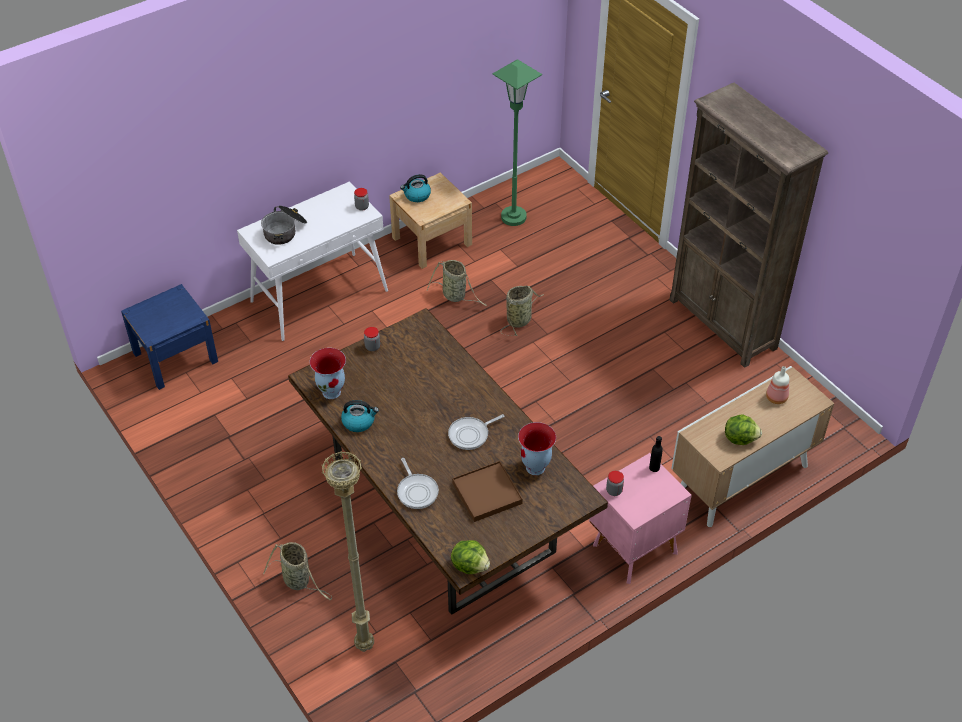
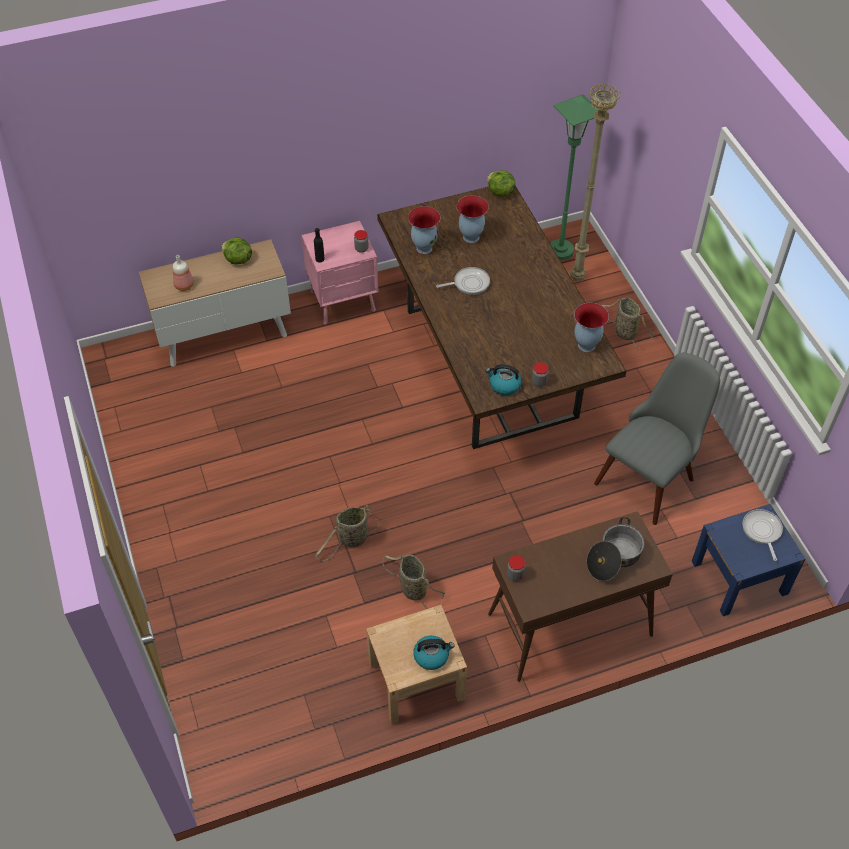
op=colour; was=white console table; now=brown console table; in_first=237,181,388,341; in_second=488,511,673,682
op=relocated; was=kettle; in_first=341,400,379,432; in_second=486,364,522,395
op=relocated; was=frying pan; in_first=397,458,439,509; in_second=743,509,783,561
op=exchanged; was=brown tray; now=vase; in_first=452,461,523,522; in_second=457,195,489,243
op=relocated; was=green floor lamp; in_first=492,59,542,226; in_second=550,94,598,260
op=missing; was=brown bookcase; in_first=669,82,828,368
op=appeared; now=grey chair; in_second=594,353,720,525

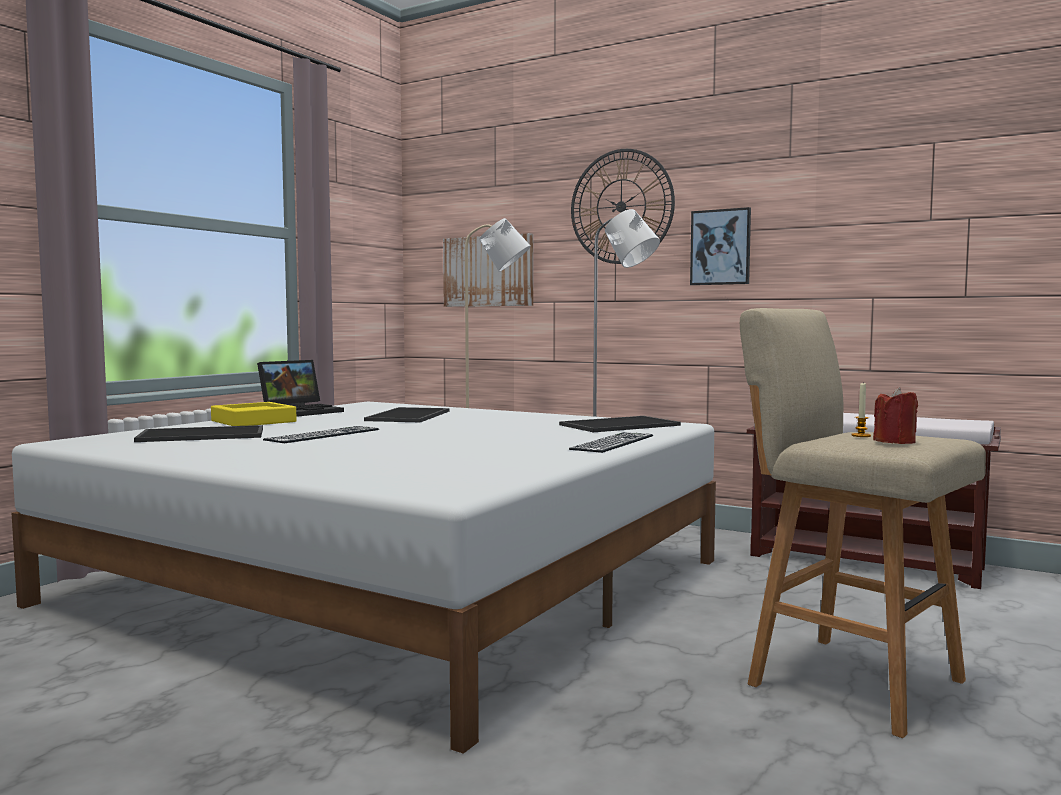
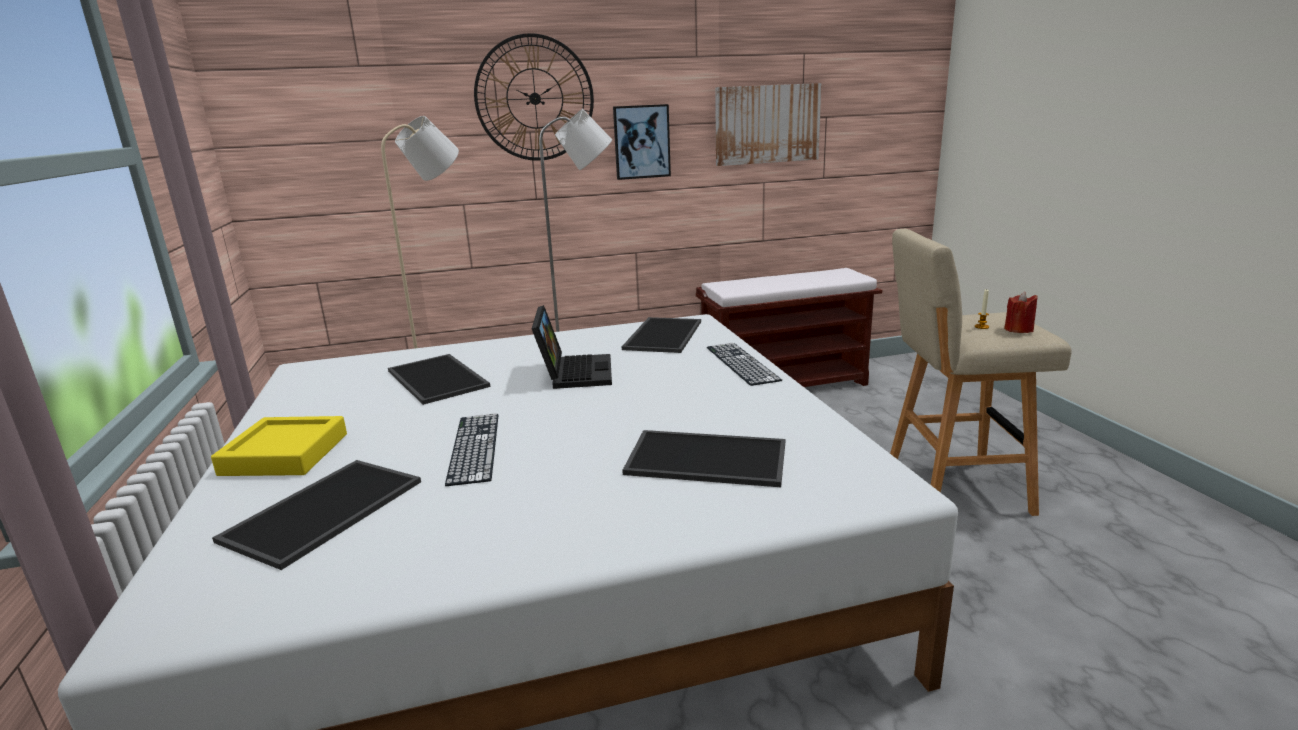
op=relocated; was=laptop; in_first=257,360,344,417; in_second=532,305,612,389
op=relocated; was=picture; in_first=443,233,533,307; in_second=715,83,822,166
op=appeared; now=tray; in_second=622,430,785,487

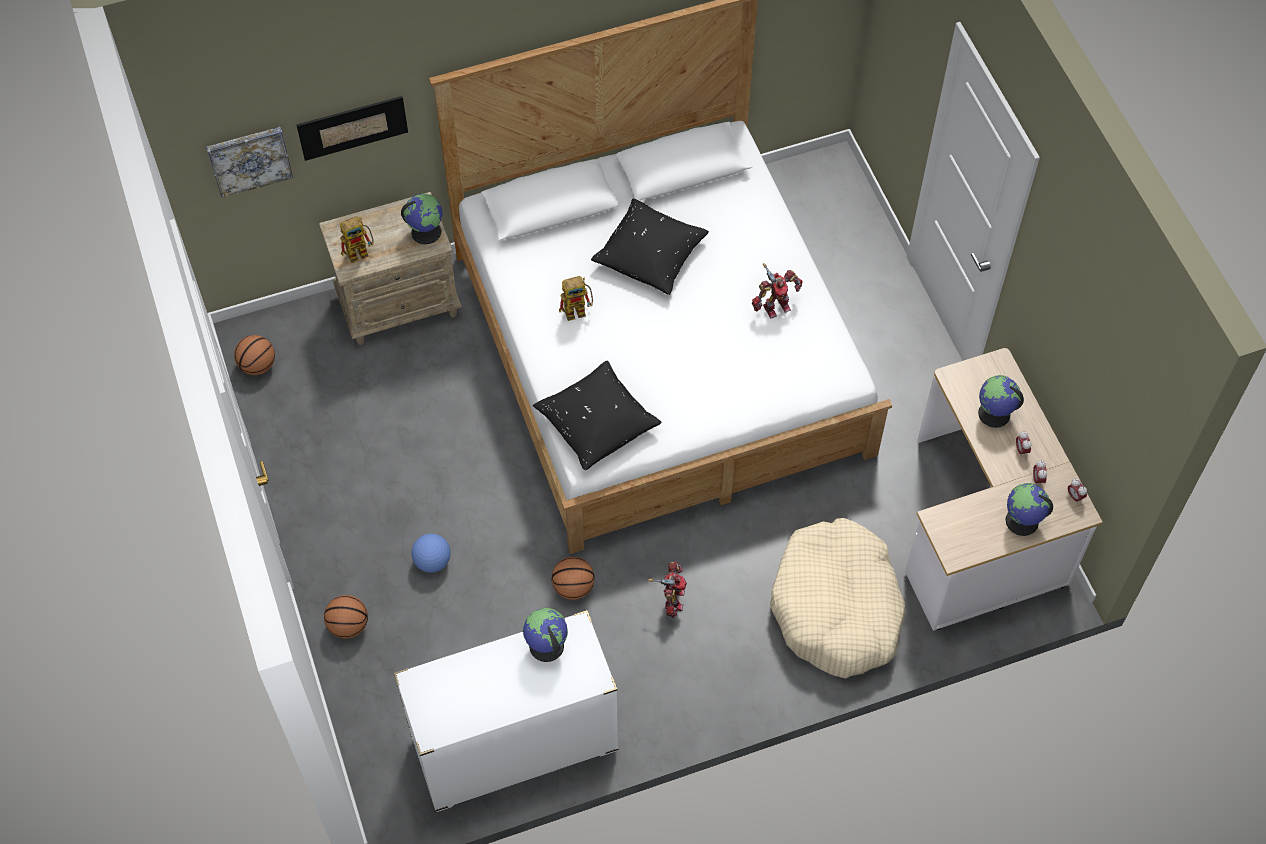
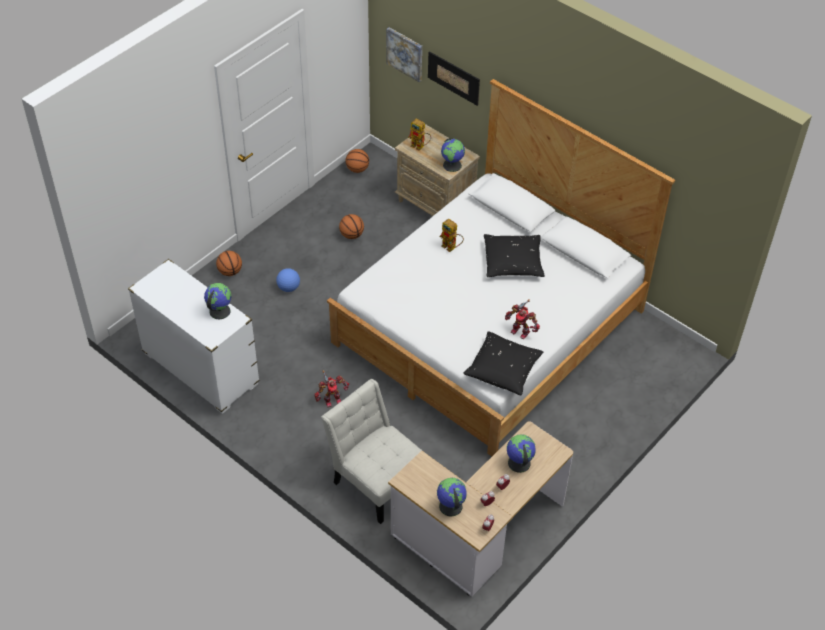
op=relocated; was=black pillow; in_first=533,360,661,470; in_second=463,331,543,395
op=relocated; was=basketball; in_first=551,557,595,600; in_second=339,214,364,239
op=exchanged; was=beige dog bed; now=white chair; in_first=770,518,906,679; in_second=321,379,424,524

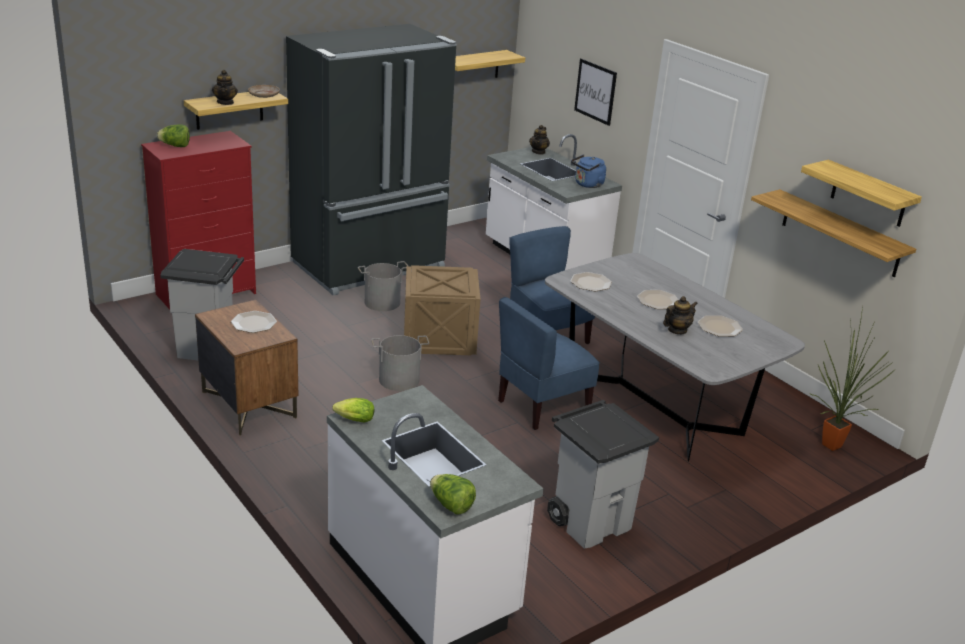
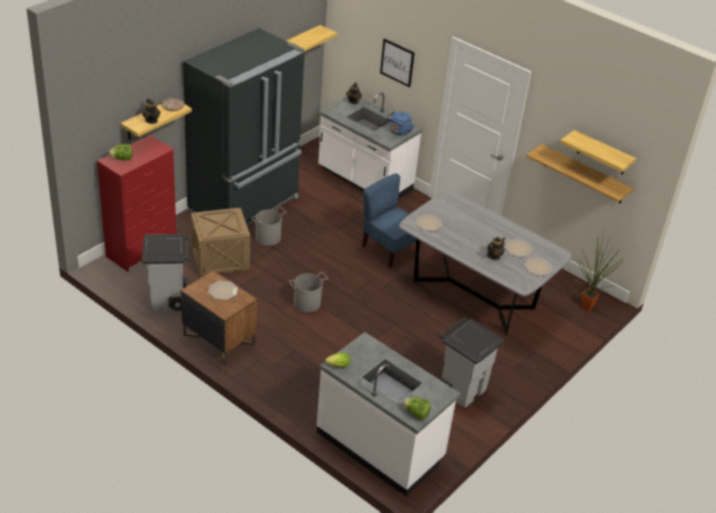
op=relocated; was=crate; in_first=404,265,480,355; in_second=191,208,250,276
op=missing; was=blue chair; in_first=498,297,600,430
op=relocated; was=plate; in_first=637,290,678,309; in_second=524,257,553,276

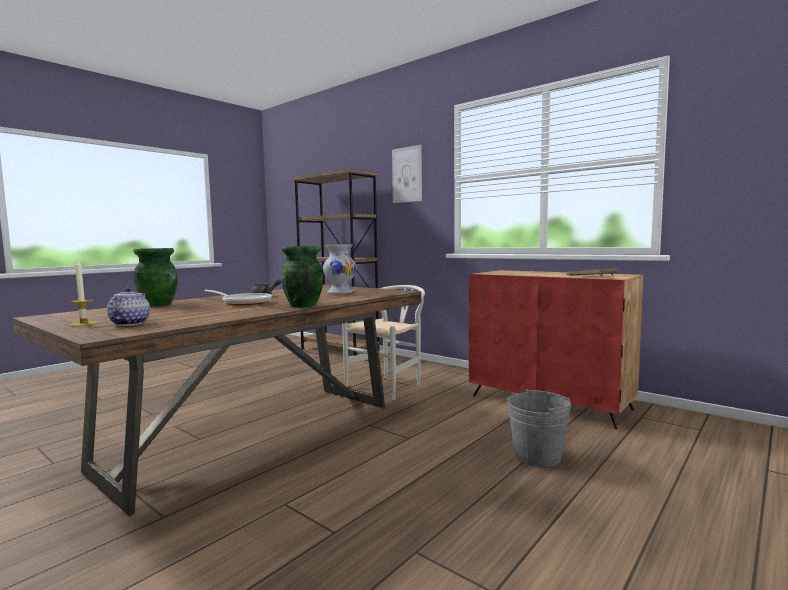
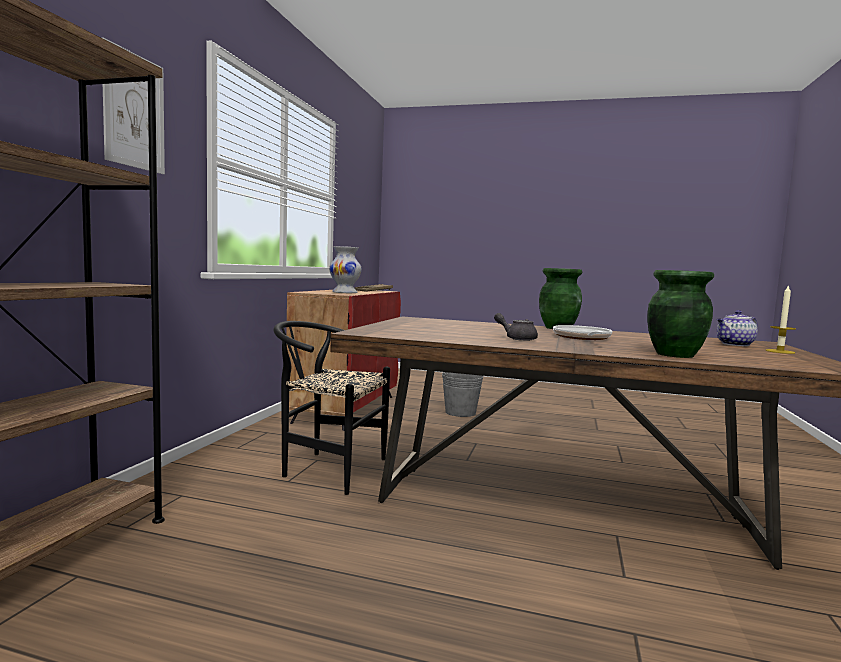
op=relocated; was=white vase; in_first=323,244,357,294; in_second=329,246,362,293
op=colour; was=white chair; now=black chair; in_first=342,285,425,400; in_second=274,321,390,495

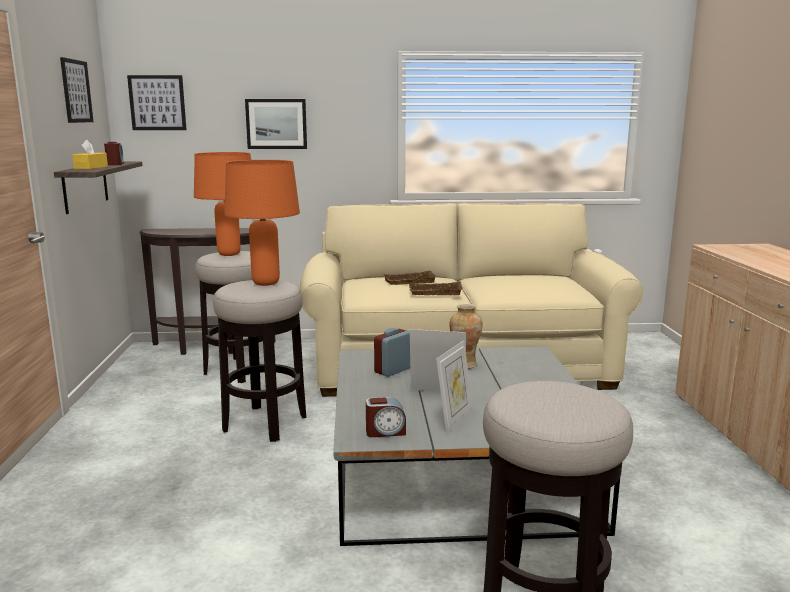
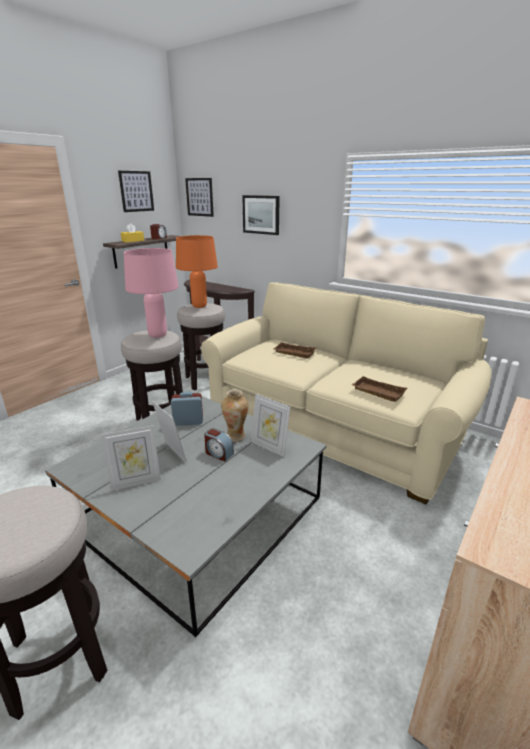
op=colour; was=orange table lamp; now=pink table lamp; in_first=224,160,300,286; in_second=124,248,179,338
op=relocated; was=alarm clock; in_first=366,397,406,437; in_second=204,428,234,462
op=relocated; was=brown tray; in_first=409,282,463,295; in_second=352,376,407,402
op=appeared; now=picture frame; in_second=251,394,290,457

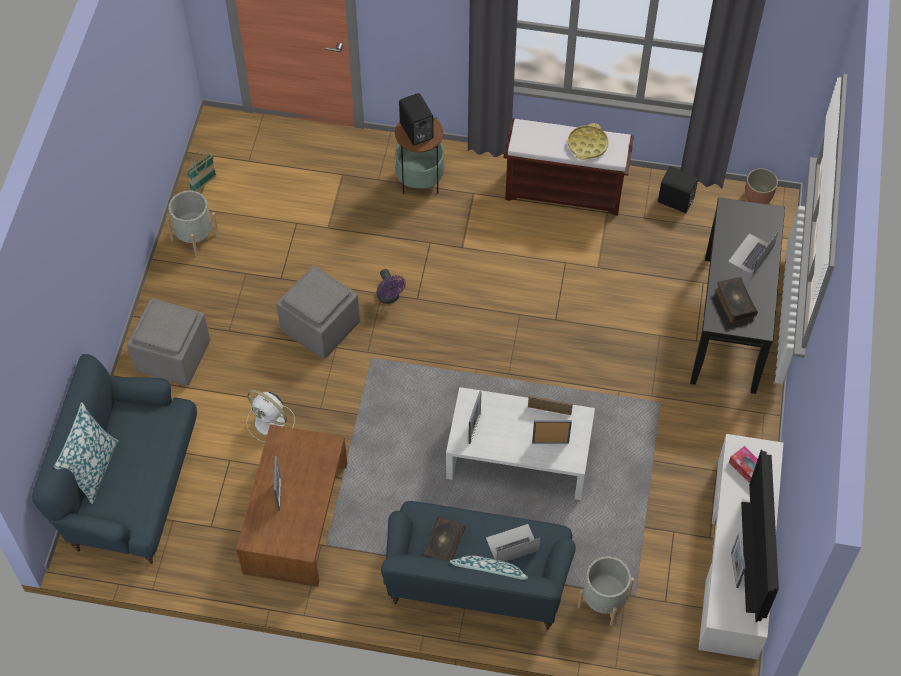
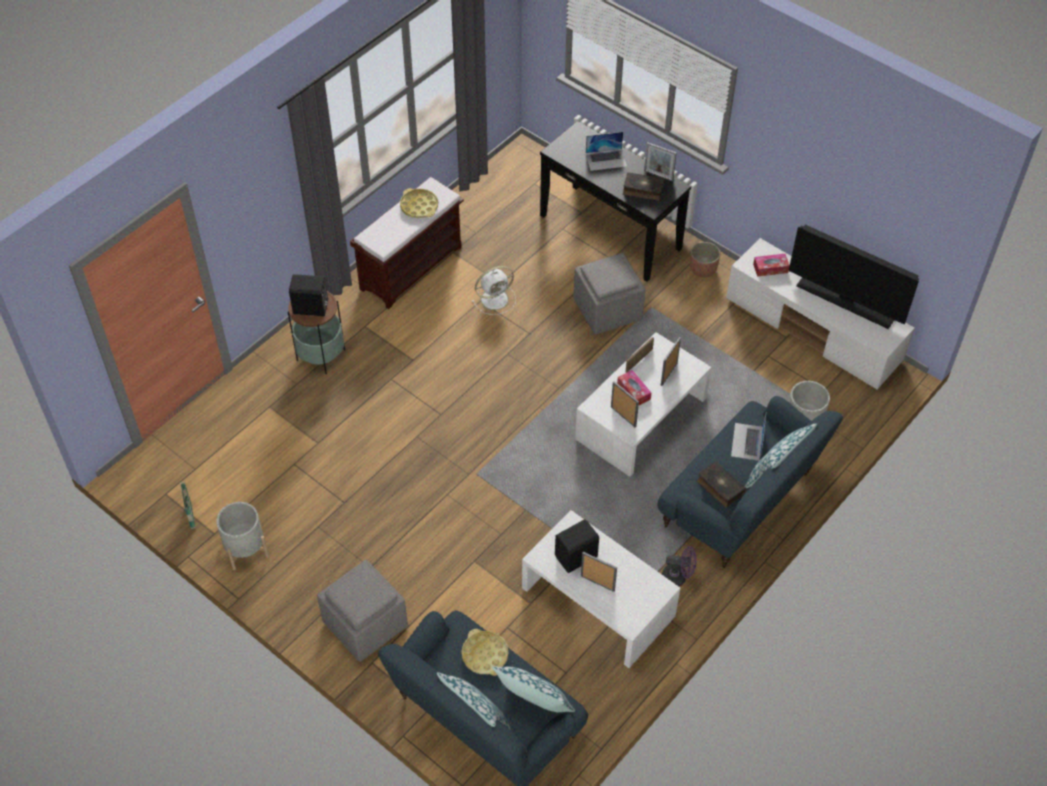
op=colour; was=brown coffee table; now=white coffee table; in_first=236,425,347,587; in_second=522,510,680,668
op=relocated; was=white fan; in_first=246,390,295,442; in_second=472,266,516,315
op=relocated; was=grey ottoman; in_first=276,266,360,359; in_second=573,253,646,335
op=relocated; was=purple fan; in_first=377,269,406,304; in_second=662,546,697,586
op=relocated; was=black speaker; in_first=658,166,698,213; in_second=555,519,599,573
op=spun; was=laptop; in_first=728,232,778,275; in_second=586,132,627,171; clockwise=-75
op=relocated; was=picture frame; in_first=731,532,746,588; in_second=644,142,677,182
op=relocated; was=planter; in_first=745,168,778,204; in_second=690,242,720,278
op=appeared; now=yellow tray; in_second=462,629,509,676
op=appeared; now=pillow; in_second=492,666,575,712
op=appeared; now=tissue box; in_second=617,370,651,405

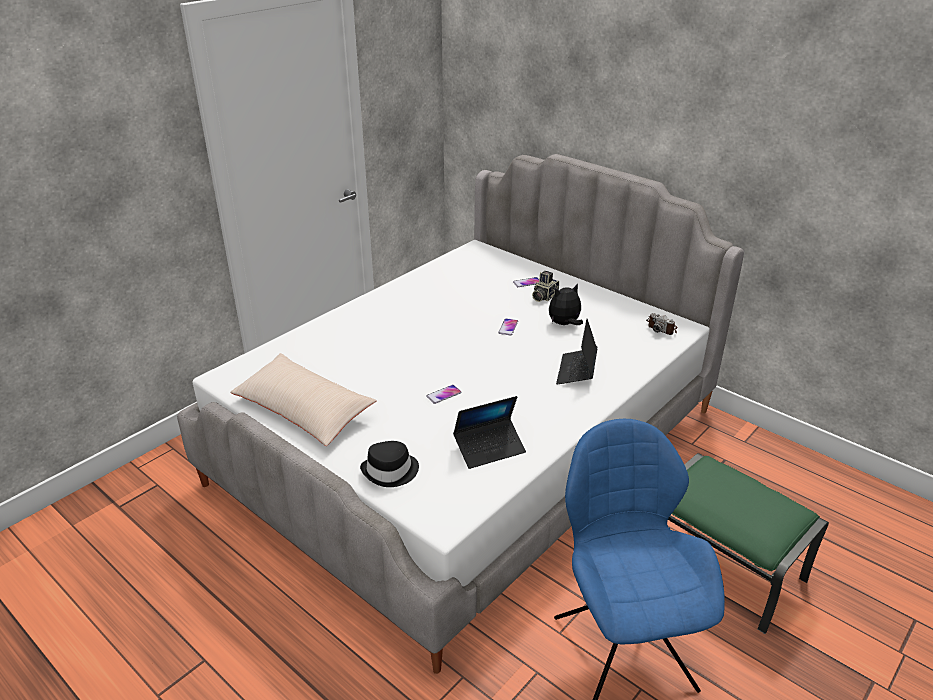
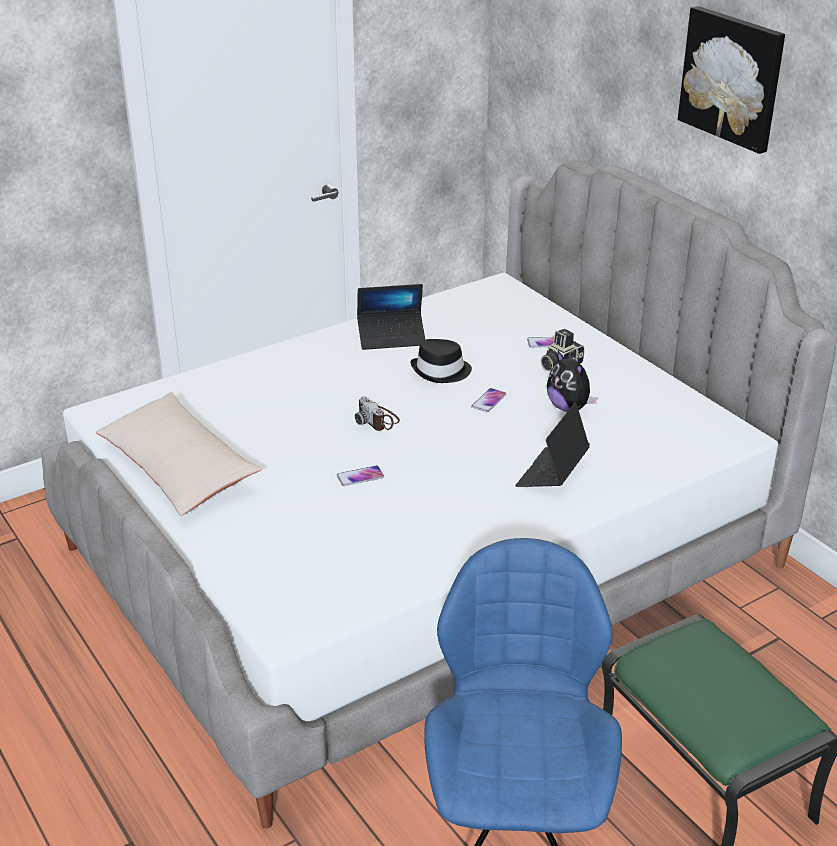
op=relocated; was=black hat; in_first=360,441,419,487; in_second=410,339,472,383
op=relocated; was=laptop; in_first=453,396,526,469; in_second=357,284,425,350
op=spun; was=plush toy; in_first=549,284,583,325; in_second=547,351,597,412; clockwise=-120
op=relocated; was=photo camera; in_first=646,313,677,335; in_second=355,396,400,431
op=appeared; now=picture; in_second=678,6,785,154

